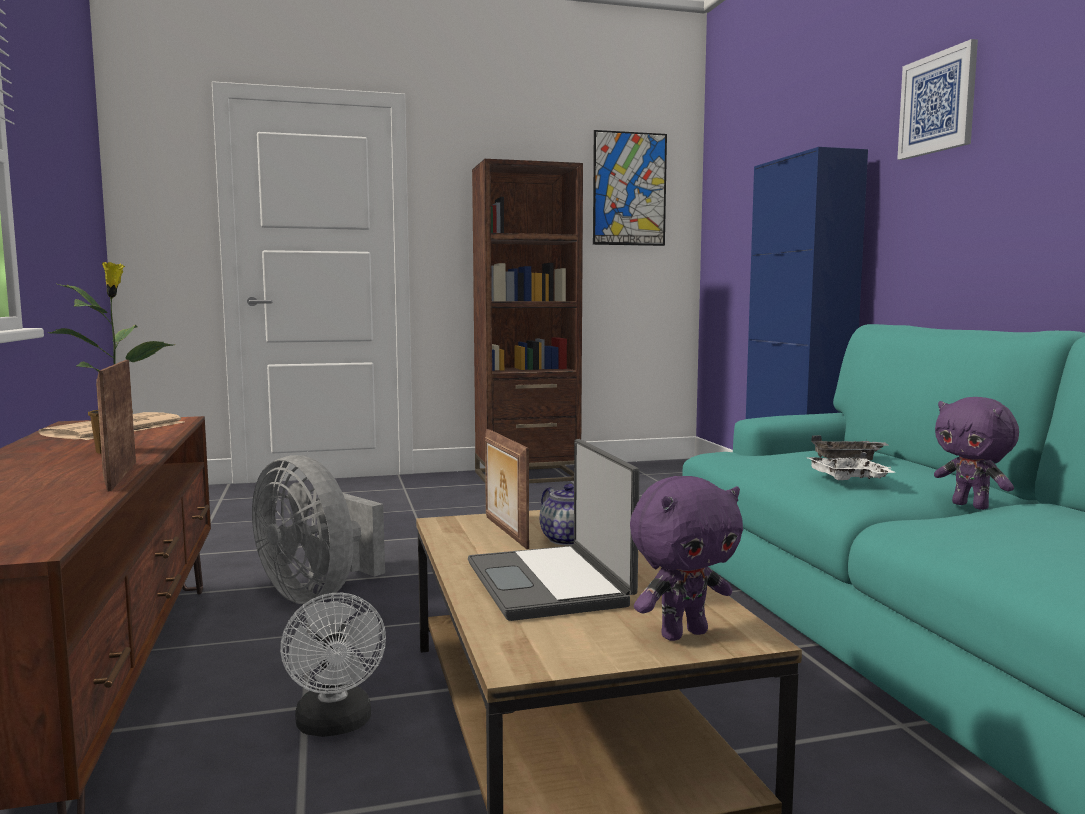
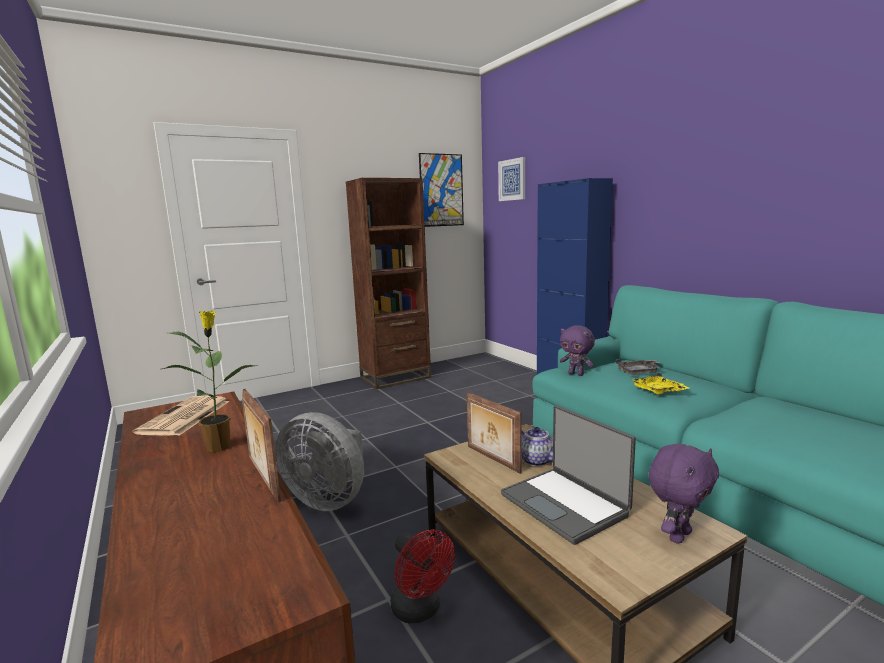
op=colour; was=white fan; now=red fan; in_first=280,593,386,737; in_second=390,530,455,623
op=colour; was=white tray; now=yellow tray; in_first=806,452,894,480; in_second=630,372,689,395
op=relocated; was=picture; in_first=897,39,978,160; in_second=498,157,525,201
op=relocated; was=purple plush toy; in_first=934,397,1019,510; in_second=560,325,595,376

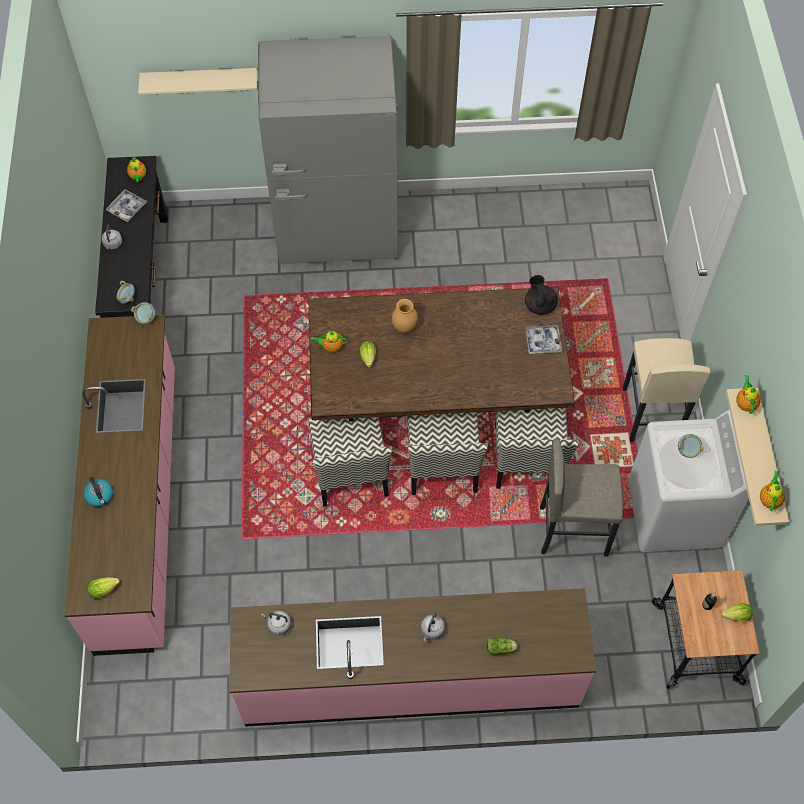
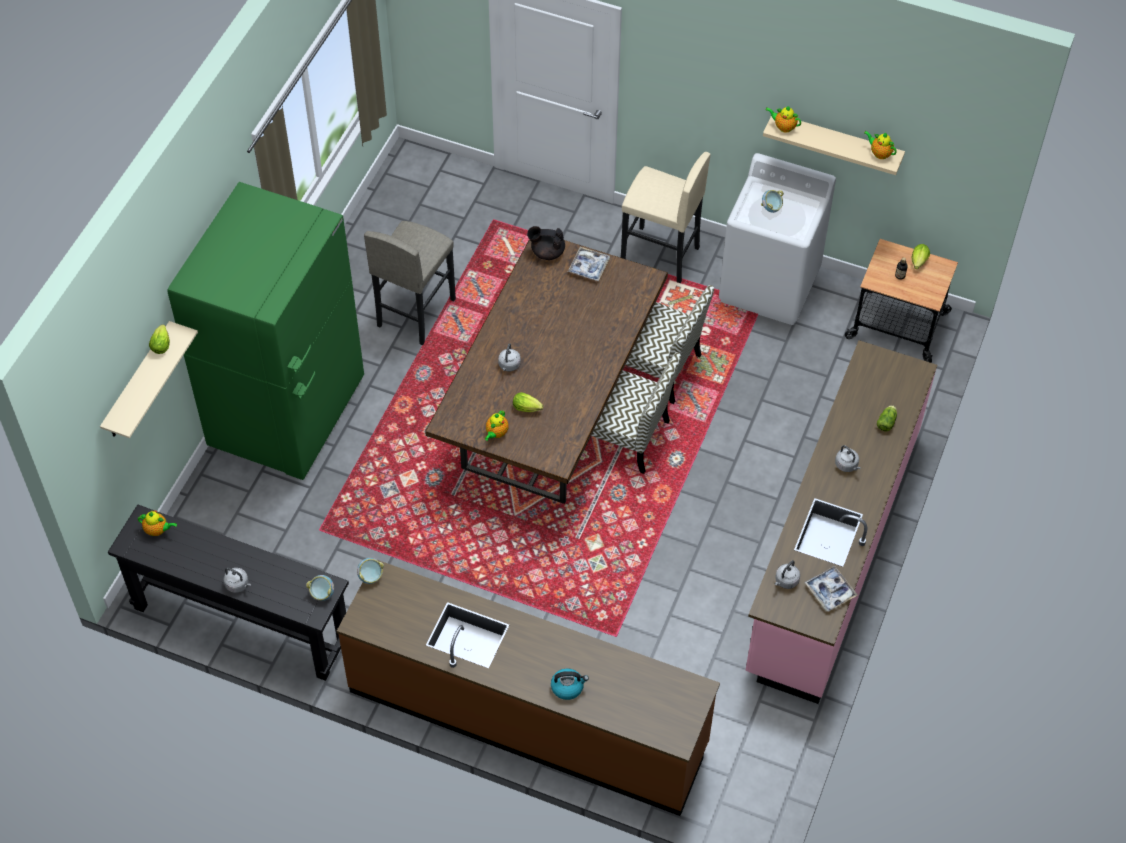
op=colour; was=pink counter; now=brown counter; in_first=64,315,175,656; in_second=337,559,720,816
op=relocated; was=lettuce; in_first=88,577,120,599; in_second=149,324,170,354
op=relocated; was=tray; in_first=106,189,147,222; in_second=804,566,858,612
op=colour; was=grey fridge; now=green fridge; in_first=258,36,398,264; in_second=168,182,364,480
op=missing; was=chair; in_first=308,417,392,507
op=exchanged; was=brown vase; now=grey kettle; in_first=392,299,418,333; in_second=498,343,521,372
op=relocated; was=grey stool; in_first=540,439,623,556; in_second=364,221,456,345

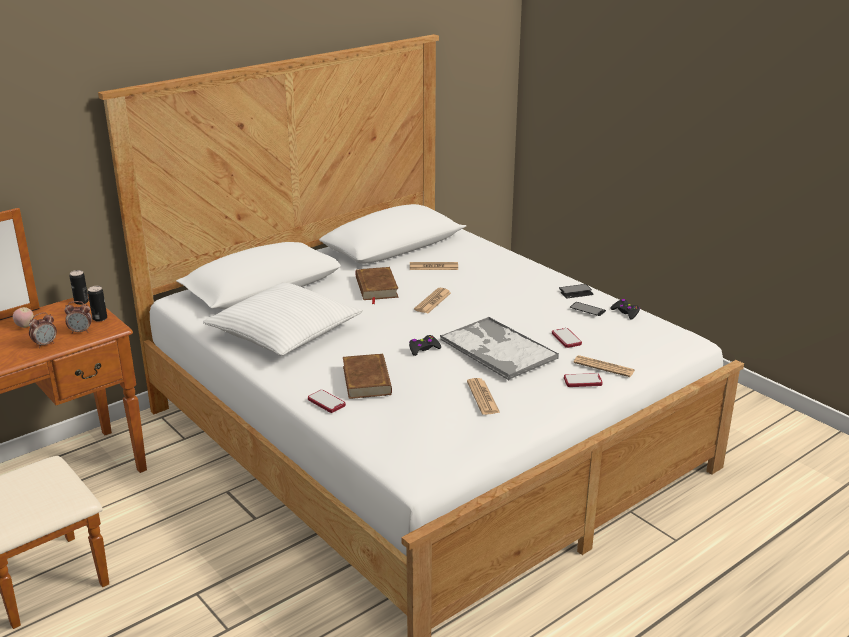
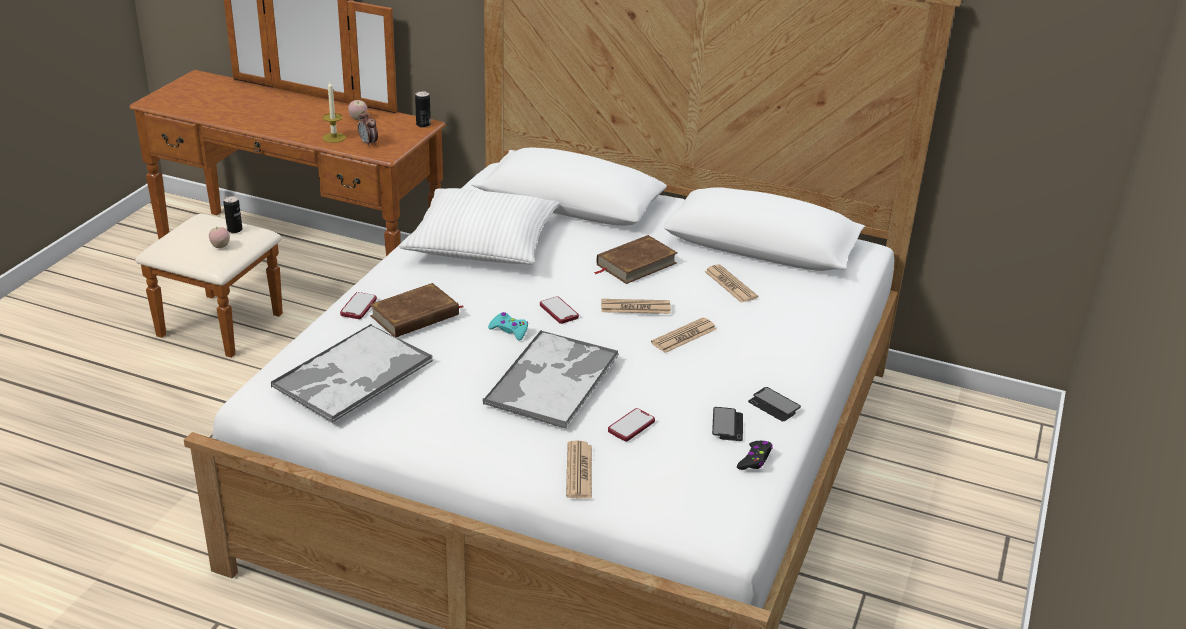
op=exchanged; was=alarm clock; now=candle; in_first=29,312,57,348; in_second=323,81,346,143
op=relocated; was=can; in_first=88,286,107,321; in_second=223,196,243,233
op=colour; was=black game controller; now=turquoise game controller; in_first=409,335,441,356; in_second=488,312,528,341
op=relocated; was=newspaper; in_first=467,378,500,415; in_second=651,317,716,353
op=relocated; was=phone; in_first=564,373,603,387; in_second=540,296,579,324
op=appeared; now=apple; in_second=209,227,230,248
op=appeared; now=tray; in_second=271,324,433,423

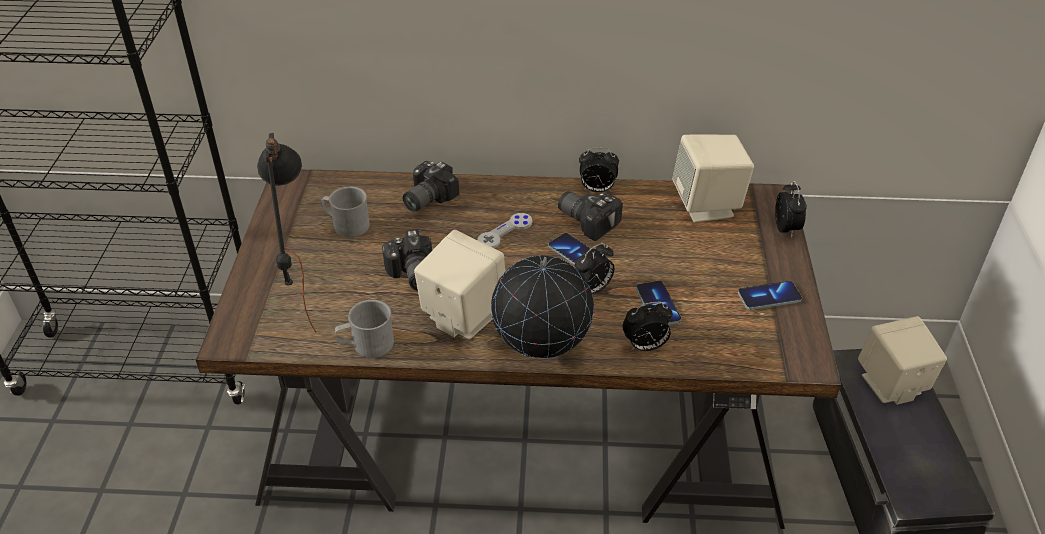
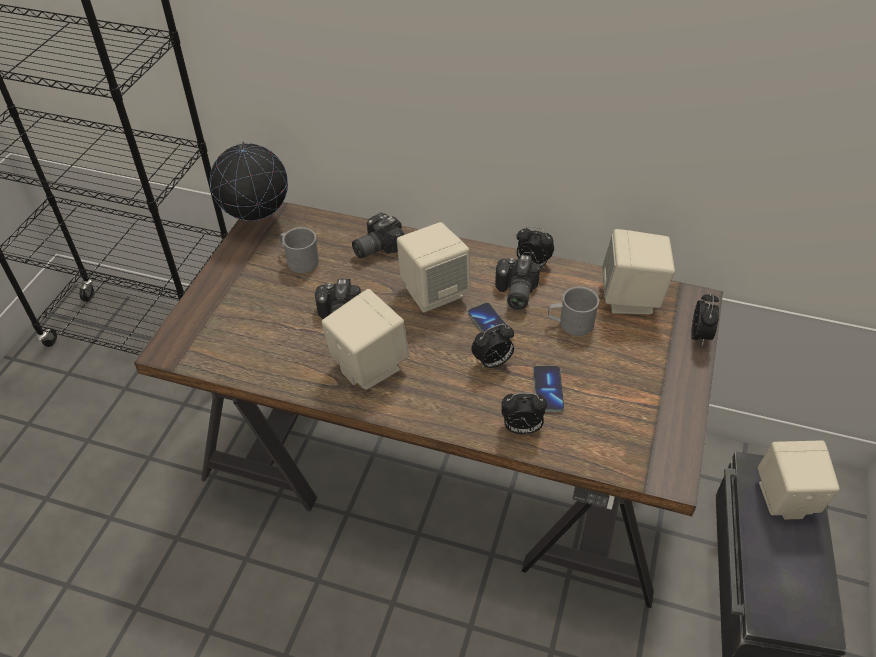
op=missing; was=black table lamp; in_first=257,133,316,333
op=relocated; was=grey mug; in_first=335,300,394,358; in_second=548,287,599,336
op=exchanged; was=grey game controller; now=beige speaker; in_first=477,213,532,248; in_second=397,222,471,313
op=relocated; was=globe; in_first=491,255,594,358; in_second=210,142,288,221
op=spun; was=photo camera; in_first=558,191,623,241; in_second=495,255,541,310; clockwise=-135
op=missing; was=phone; in_first=738,281,802,310

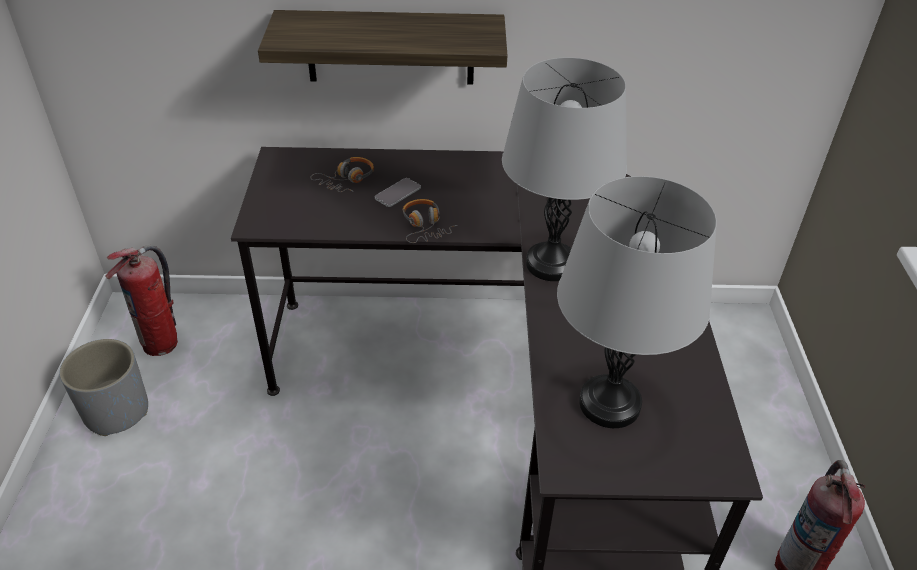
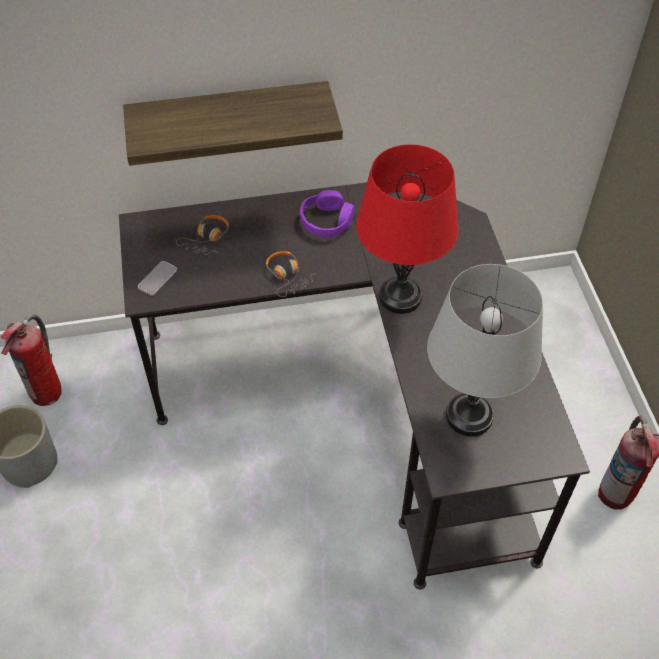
op=relocated; was=phone; in_first=375,178,421,207; in_second=138,261,177,296
op=colour; was=grey table lamp; now=red table lamp; in_first=502,57,627,281; in_second=356,144,459,314
op=appeared; now=purple headphones; in_second=300,190,355,237

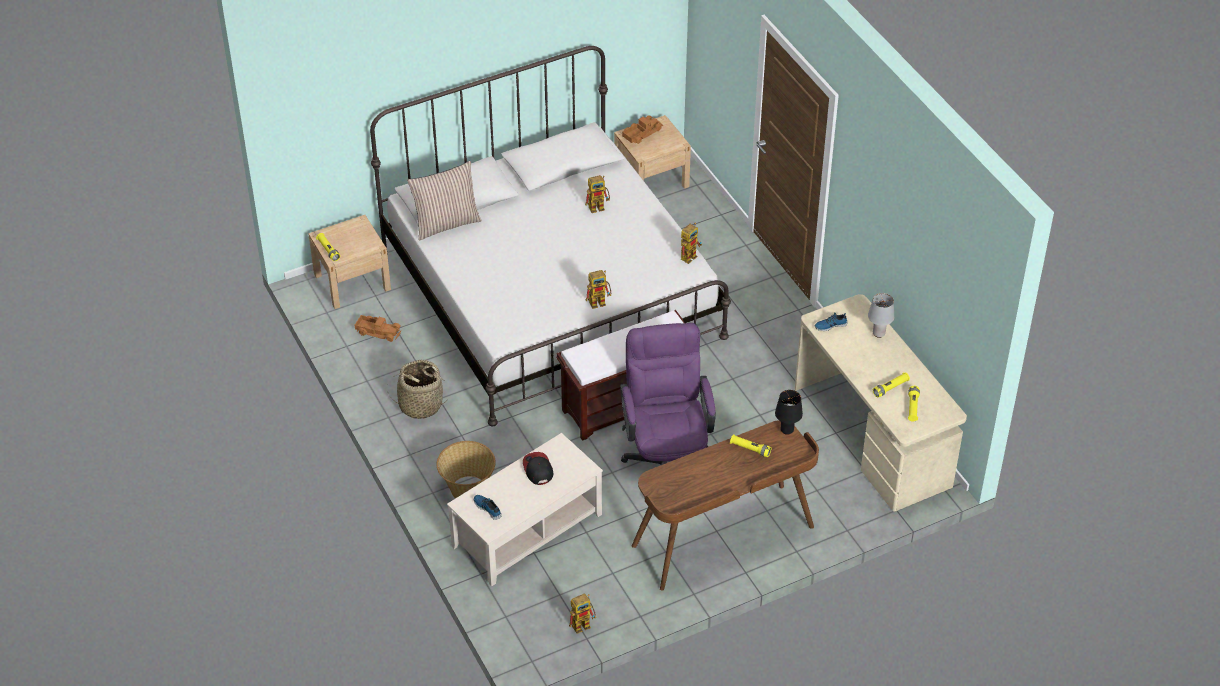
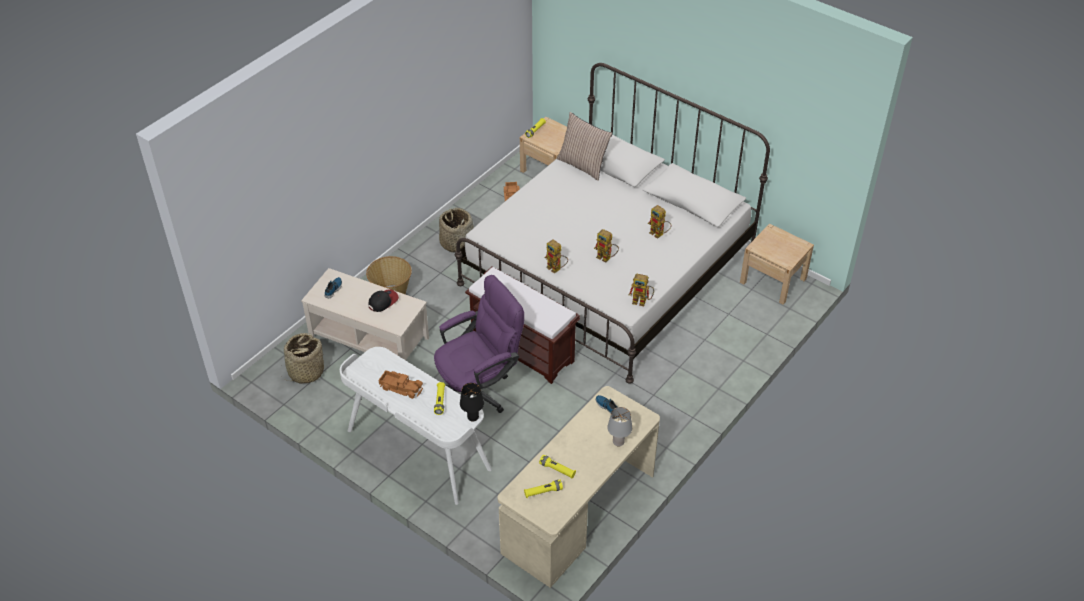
op=relocated; was=toy robot; in_first=569,594,596,634; in_second=594,229,619,263
op=relocated; was=toy truck; in_first=622,115,663,144; in_second=378,370,423,399
op=colour; was=brown desk; now=white desk; in_first=632,420,819,591; in_second=340,347,492,505
op=appeared; now=basket; in_second=281,333,324,384

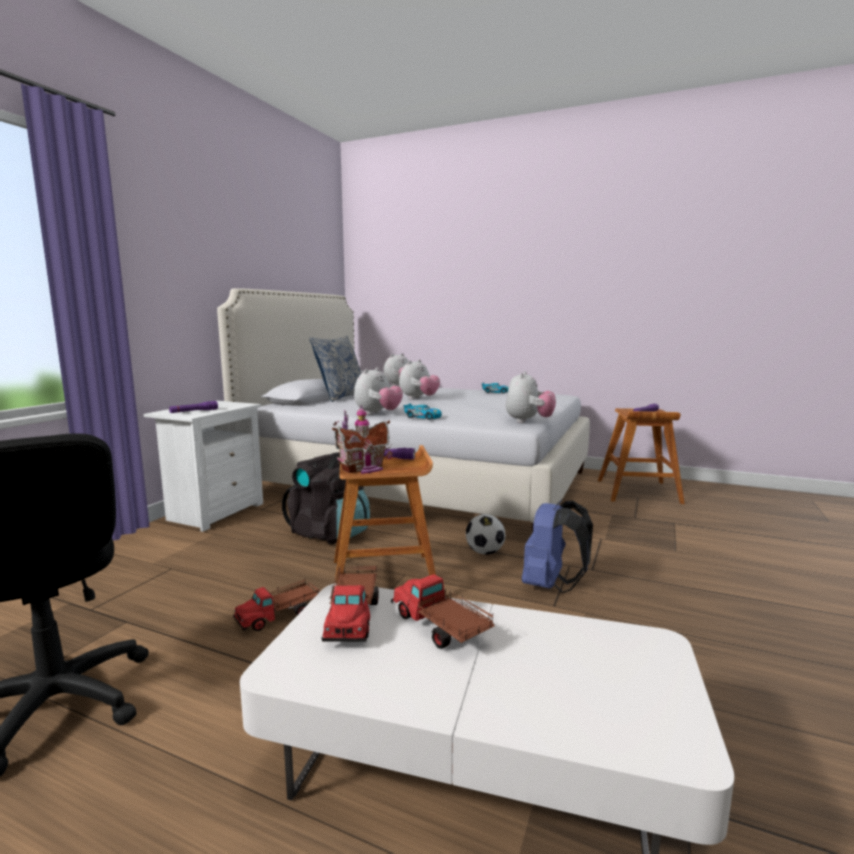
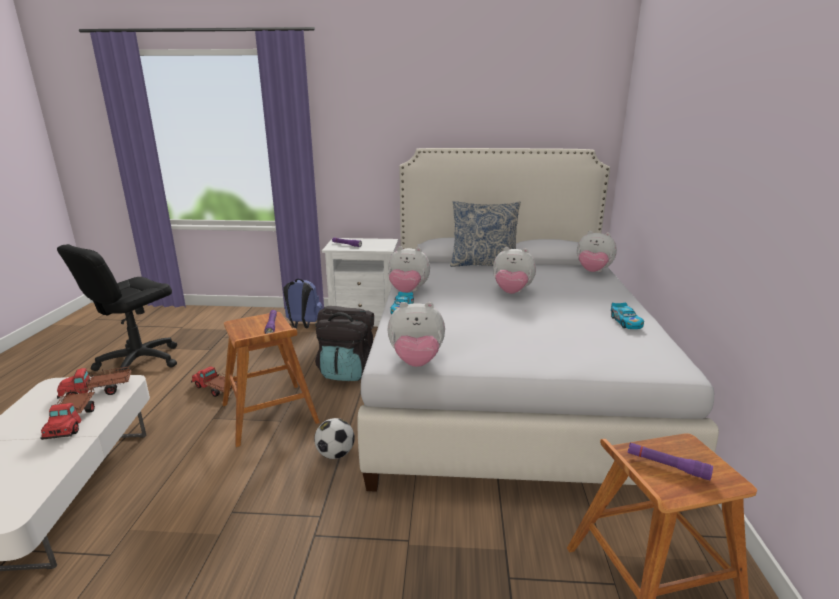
op=missing; was=toy house; in_first=332,405,392,474
op=spun; was=toy truck; in_first=391,574,495,649; in_second=41,387,95,440; clockwise=135
op=relocated; was=blue backpack; in_first=522,500,593,593; in_second=283,279,323,329

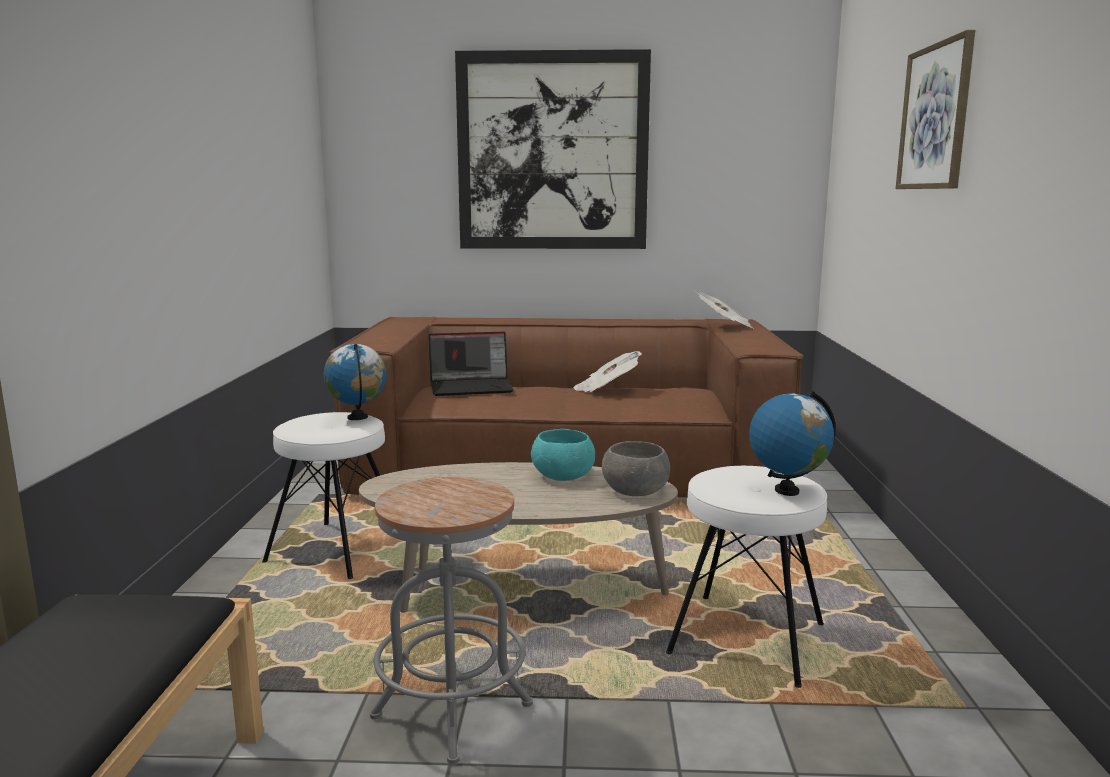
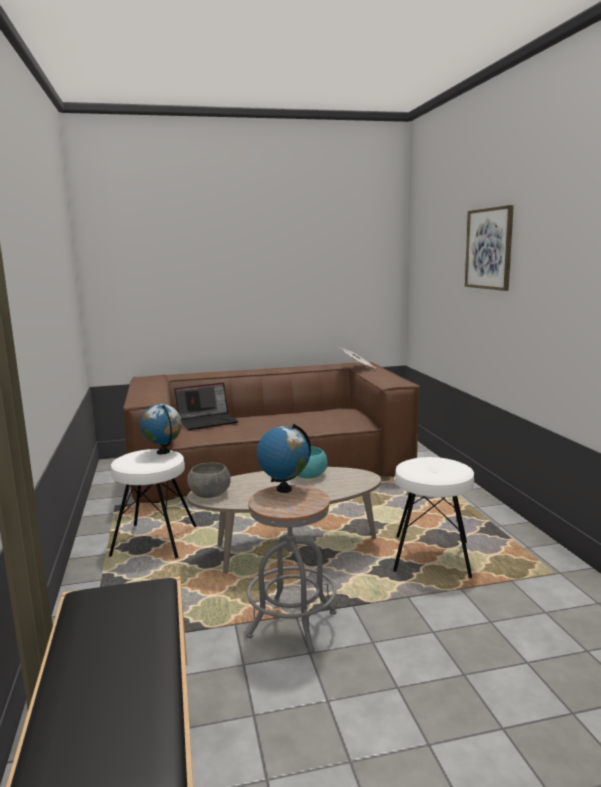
op=missing; was=picture; in_first=455,49,651,249
op=missing; was=newspaper; in_first=573,351,642,392
op=relocated; was=grey bowl; in_first=602,441,670,496; in_second=187,462,231,498
op=relocated; was=globe; in_first=749,390,836,496; in_second=257,424,311,493

